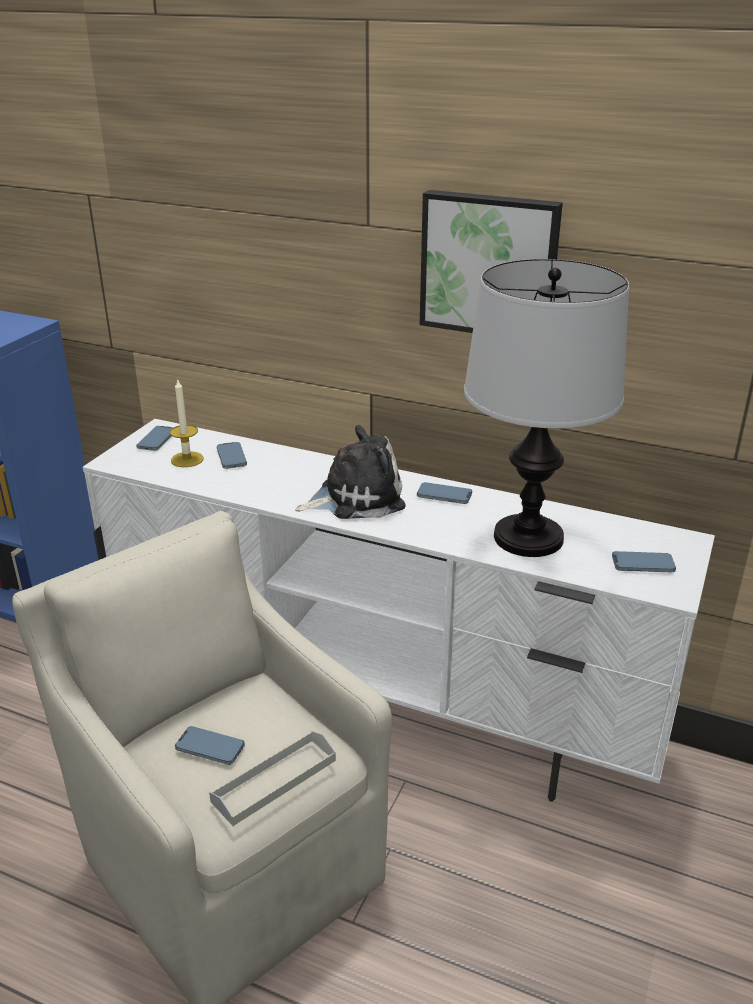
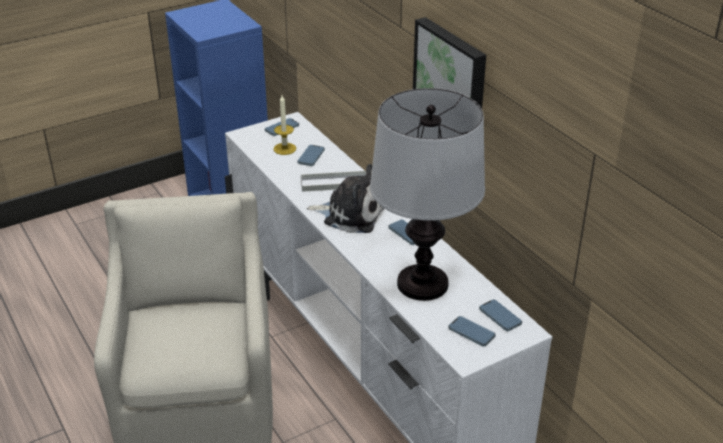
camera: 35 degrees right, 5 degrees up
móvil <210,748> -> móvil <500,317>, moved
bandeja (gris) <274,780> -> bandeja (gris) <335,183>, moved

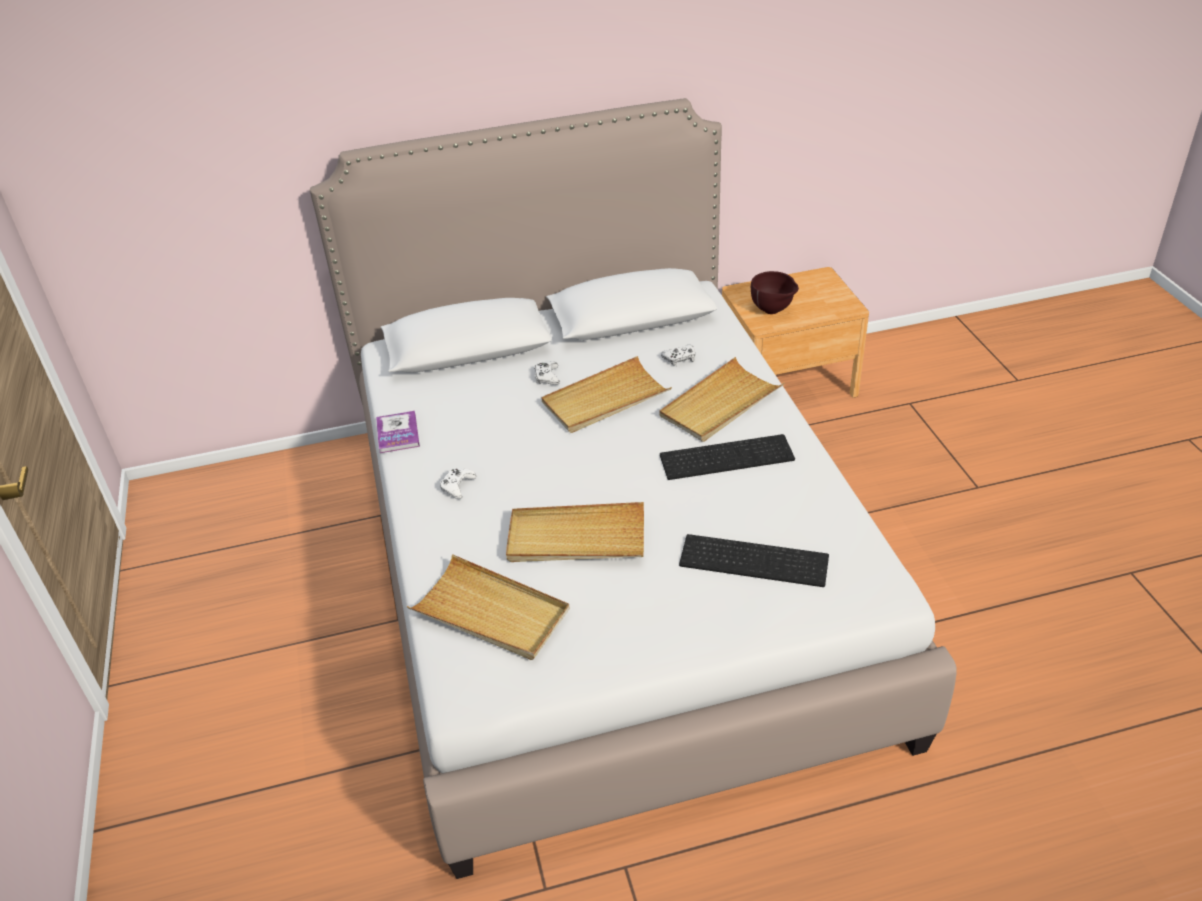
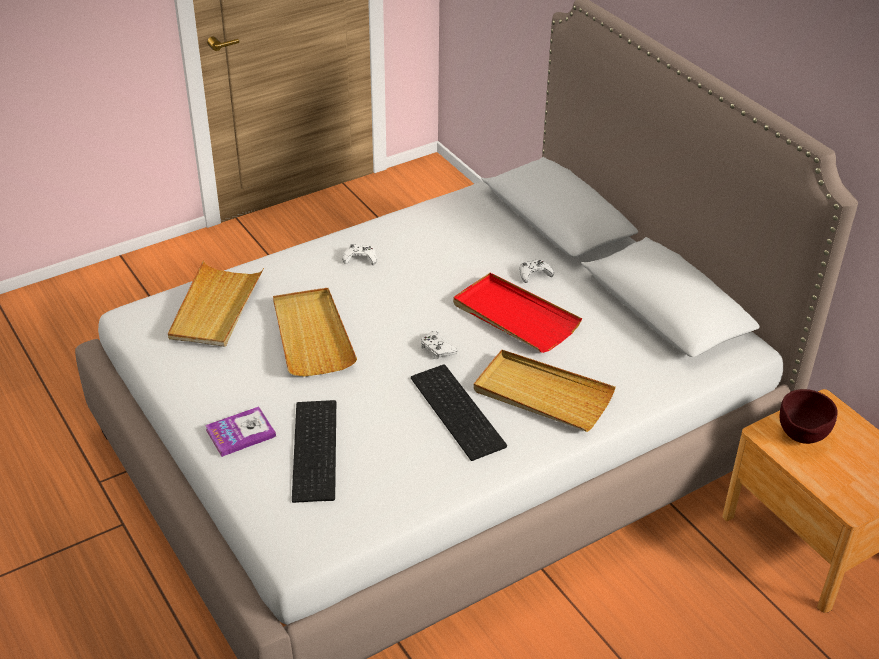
camera: 70 degrees right, 0 degrees up
mando de consola (blanco) <680,359> -> mando de consola (blanco) <437,349>, moved
bandeja (beis) <605,399> -> bandeja (rojo) <514,316>
libro <398,433> -> libro <240,433>, moved

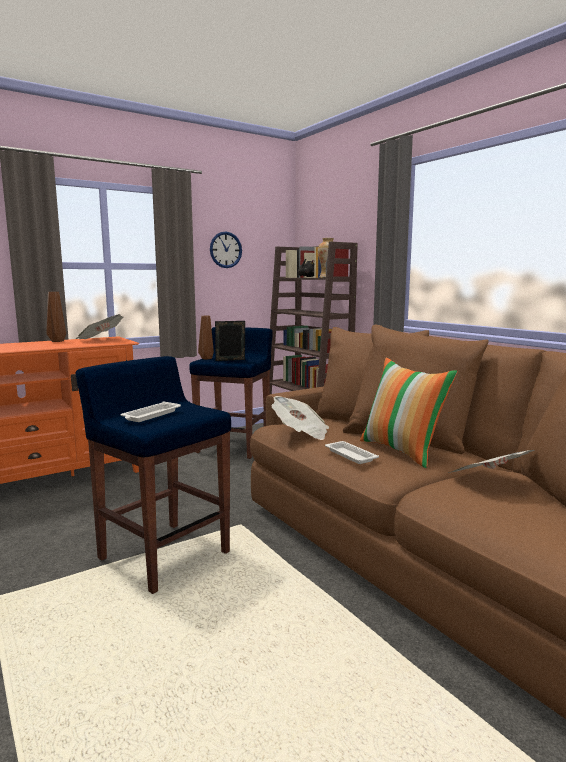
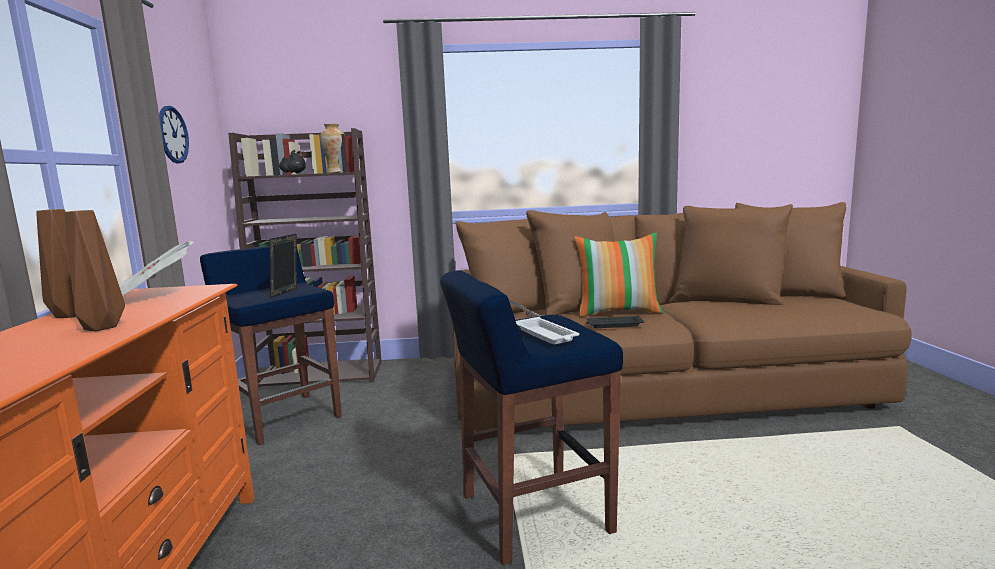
camera: 60 degrees left, 0 degrees up
florero (marrón) <206,358> -> florero (marrón) <99,328>, moved
bandeja (blanco) <350,455> -> bandeja (negro) <613,325>
periódico <487,481> -> none

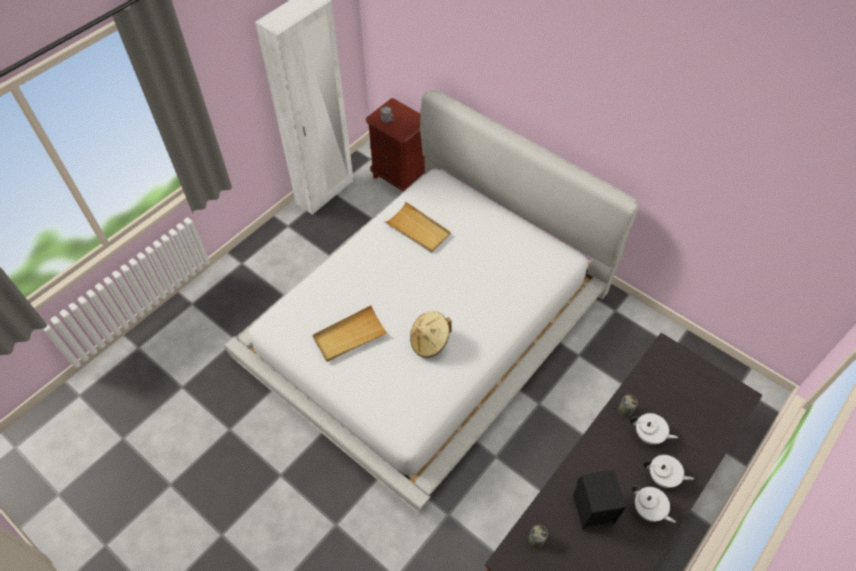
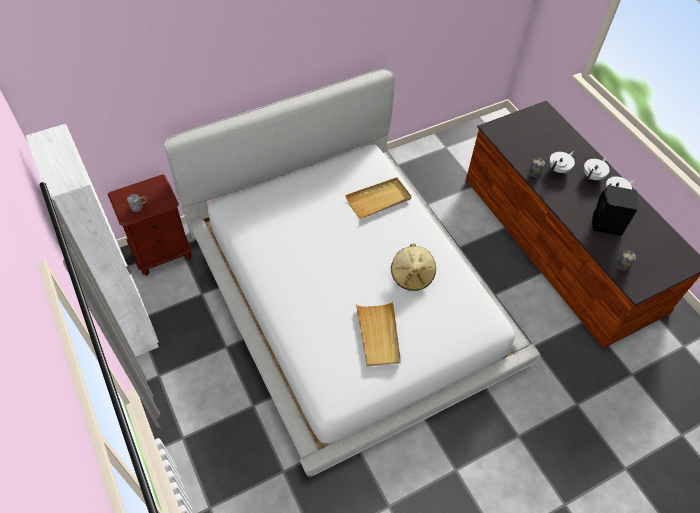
camera: 70 degrees left, 0 degrees up
bandeja (beis) <418,229> -> bandeja (beis) <378,199>, moved

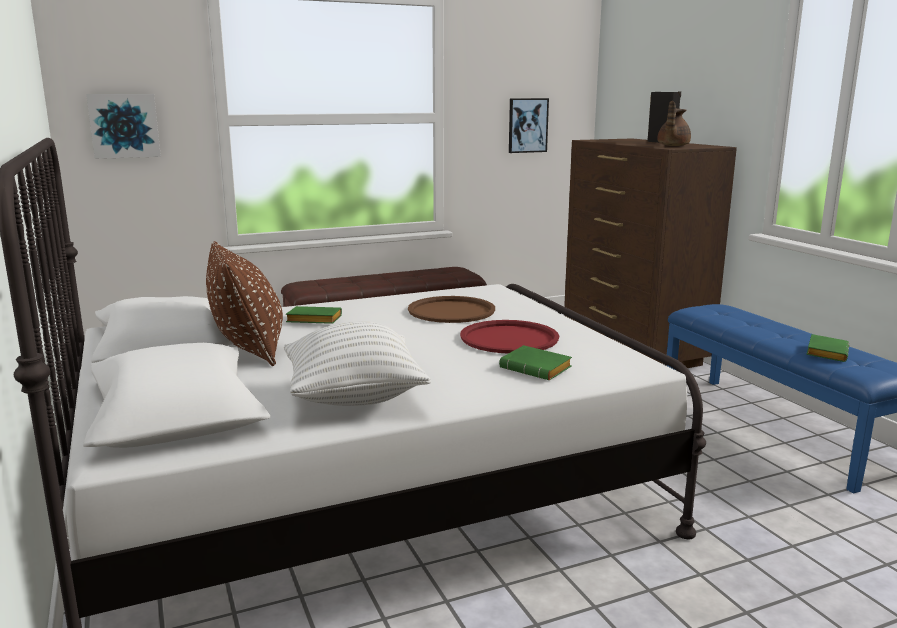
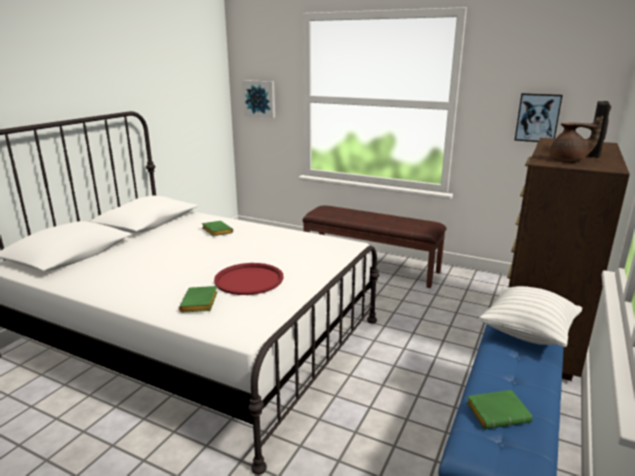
camera: 50 degrees right, 5 degrees up
tetera (marrón) <672,145> -> tetera (marrón) <568,160>, 150 degrees counterclockwise
cojín (marrón) <248,350> -> none
bandeja (marrón) <451,311> -> none
cojín (blanco) <354,398> -> cojín (blanco) <527,333>, moved

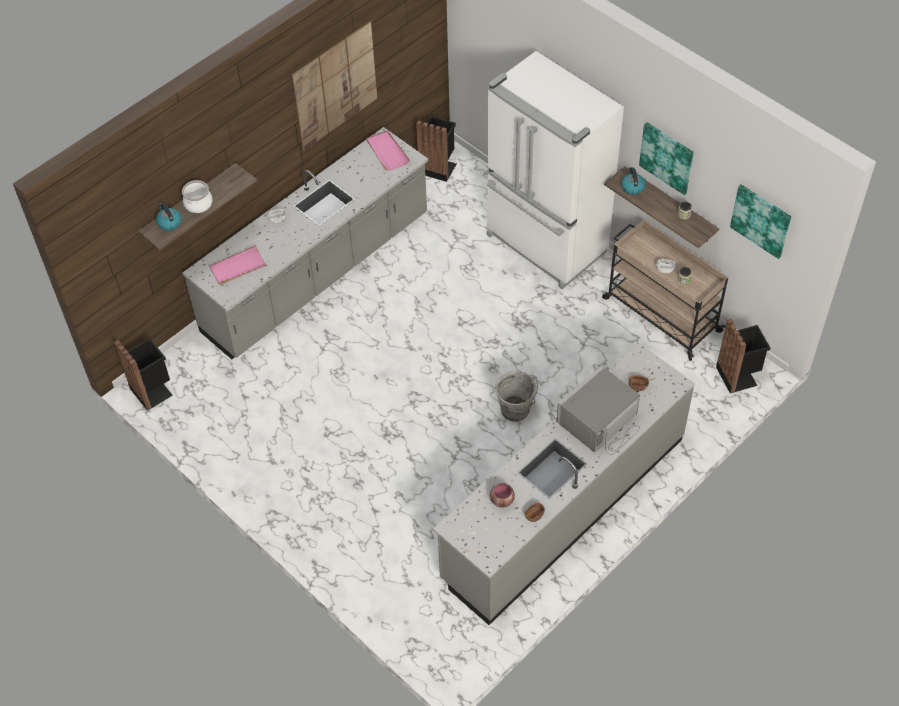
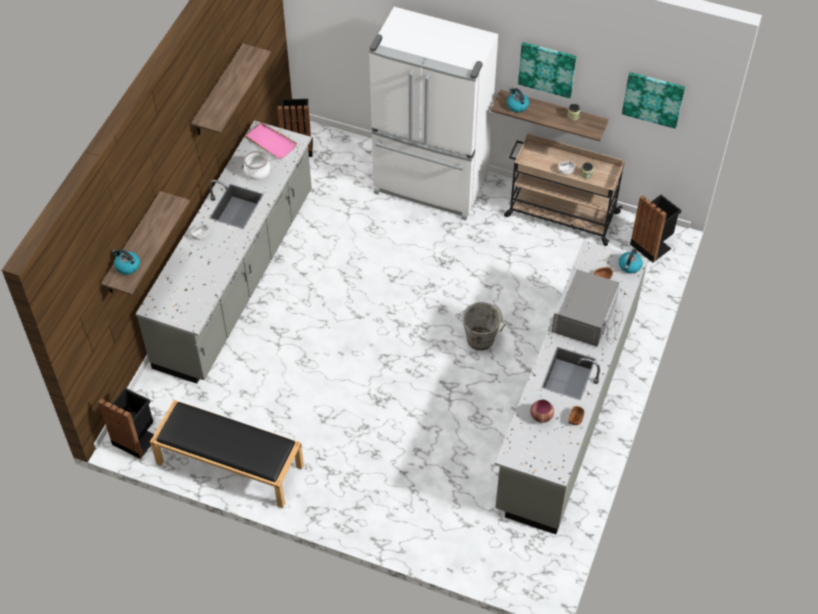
camera: 25 degrees left, 0 degrees up
cuadro <335,86> -> estante <218,92>
olla <198,204> -> olla <257,171>, moved
bandeja (rosa) <238,267> -> none
none -> hervidor <629,266>
none -> banco (negro) <229,464>

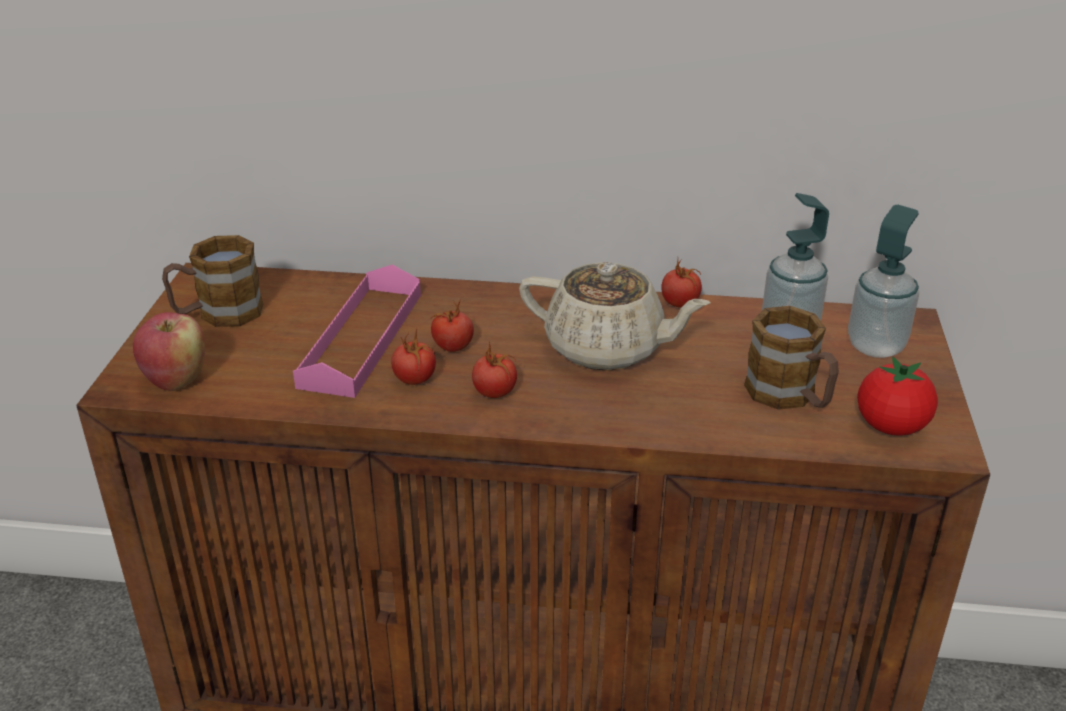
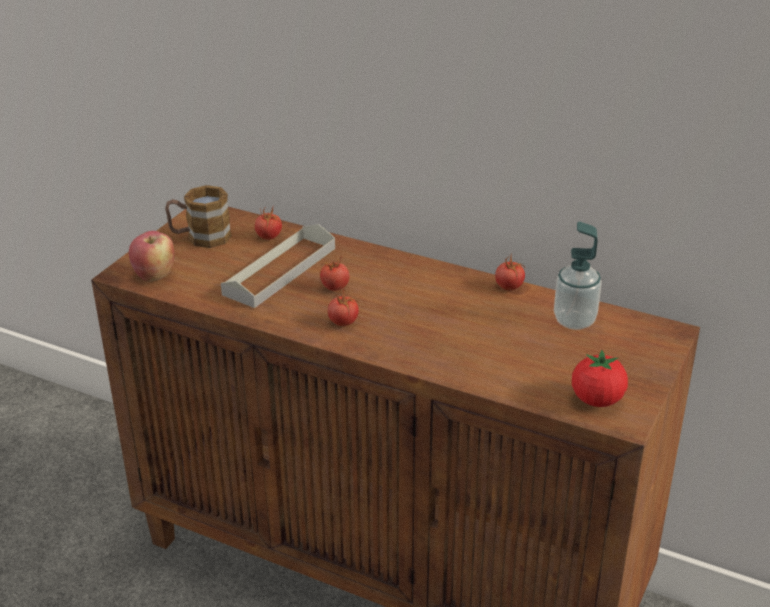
camera: 20 degrees right, 0 degrees up
dispensador de jabón <875,346> -> none
tetera (beis) <607,349> -> none
bandeja (rosa) <362,339> -> bandeja (gris) <280,271>
taza grande <790,397> -> none
tomate <415,380> -> tomate <269,237>, moved

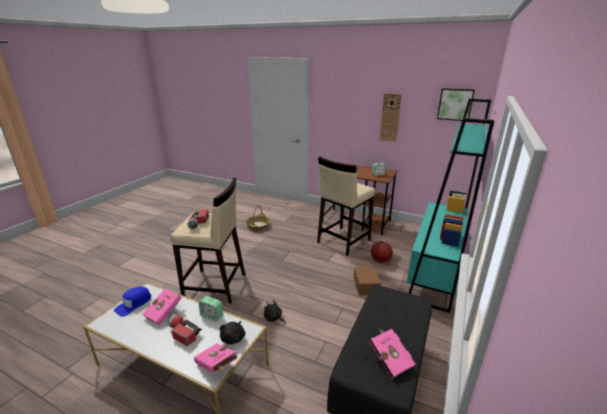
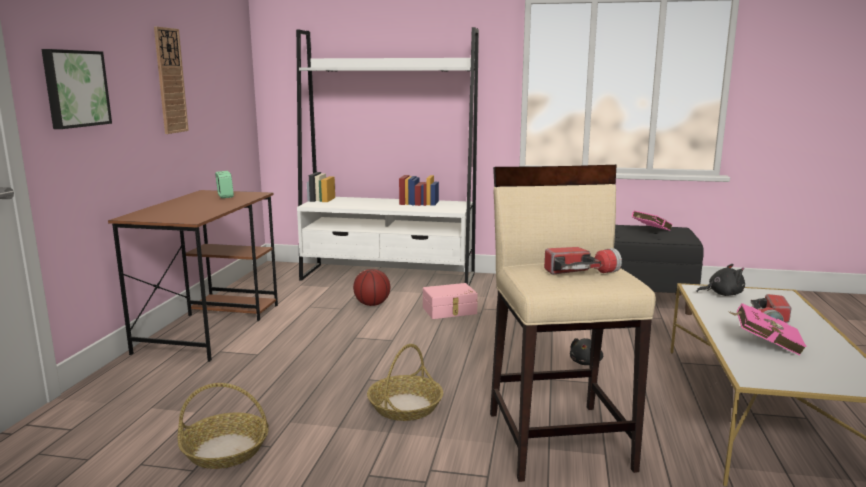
camera: 105 degrees left, 10 degrees down
cuadro <455,104> -> cuadro <75,88>, moved
estantería (turquesa) <434,272> -> estantería (blanco) <388,277>
taburete (beis) <343,241> -> none
caja de almacenaje (marrón) <365,285> -> caja de almacenaje (rosa) <450,311>
gorra (azul) <133,304> -> none
despertador <212,316> -> none
libro (rosa) <217,367> -> none
none -> cesta <405,406>

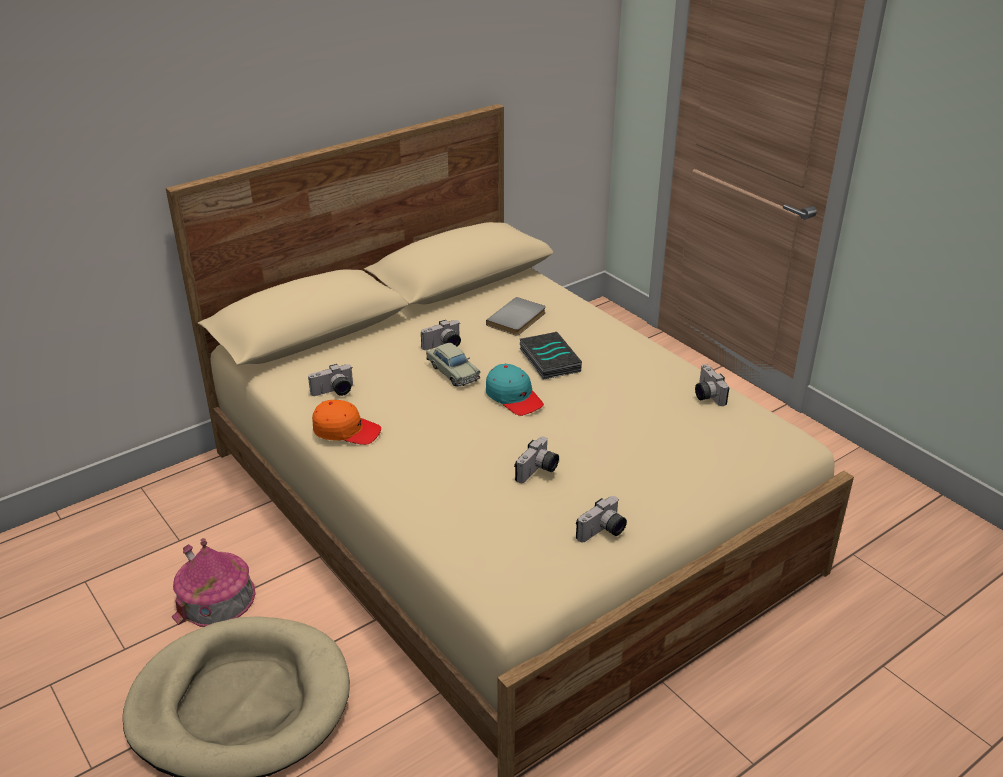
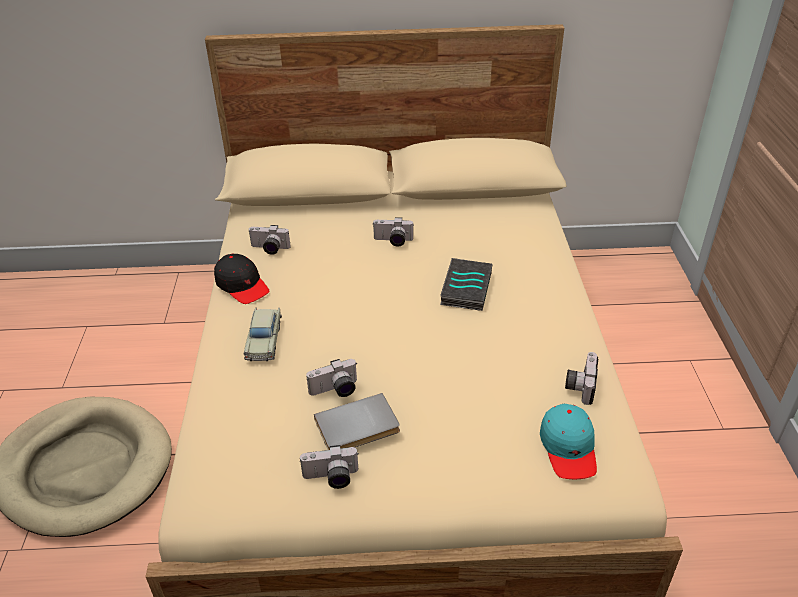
camera: 35 degrees right, 5 degrees up
libro (gris) <518,319> -> libro (gris) <358,427>, moved
coche de juguete (beis) <453,371> -> coche de juguete (beis) <264,340>, moved
gorra (turquesa) <514,397> -> gorra (turquesa) <568,448>, moved
gorra (naranja) <346,430> -> gorra (negro) <242,285>
casita <215,597> -> none

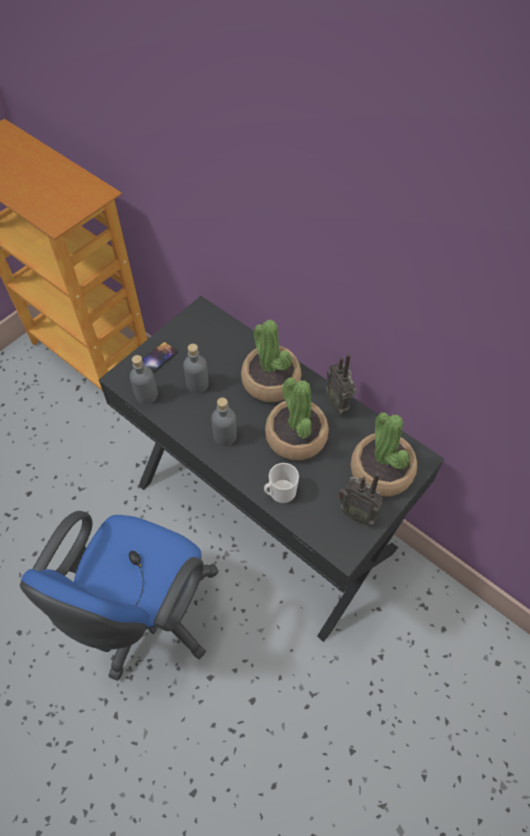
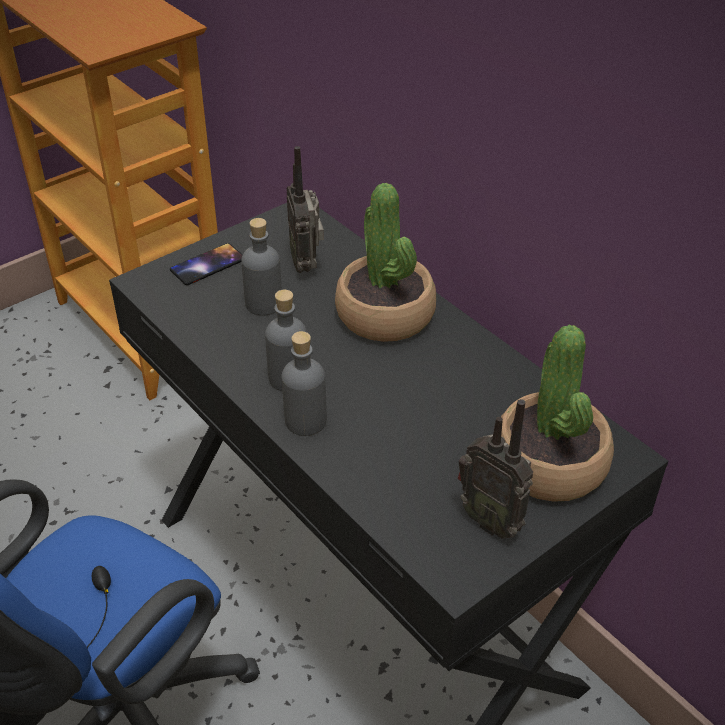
camera: 10 degrees right, 15 degrees down
radio <338,403> -> radio <306,264>, moved
botella (gris) <146,395> -> botella (gris) <305,421>, moved
planta en maceta <295,436> -> none
taza grande <280,493> -> none

